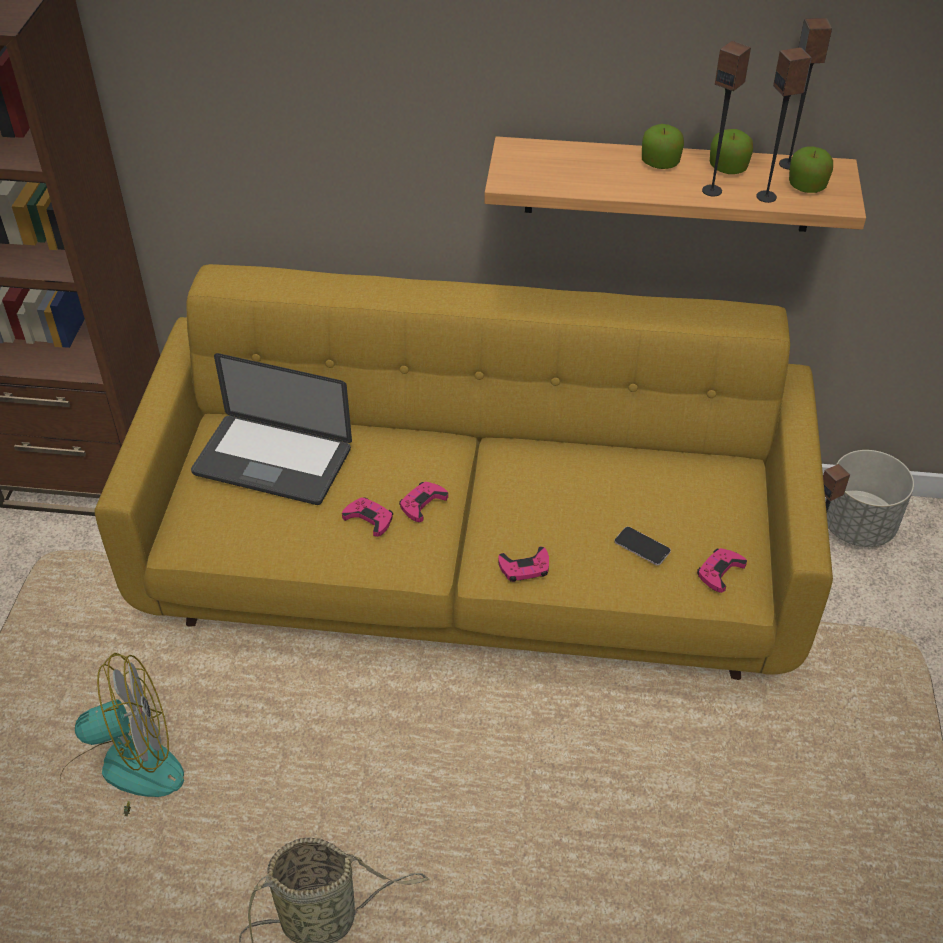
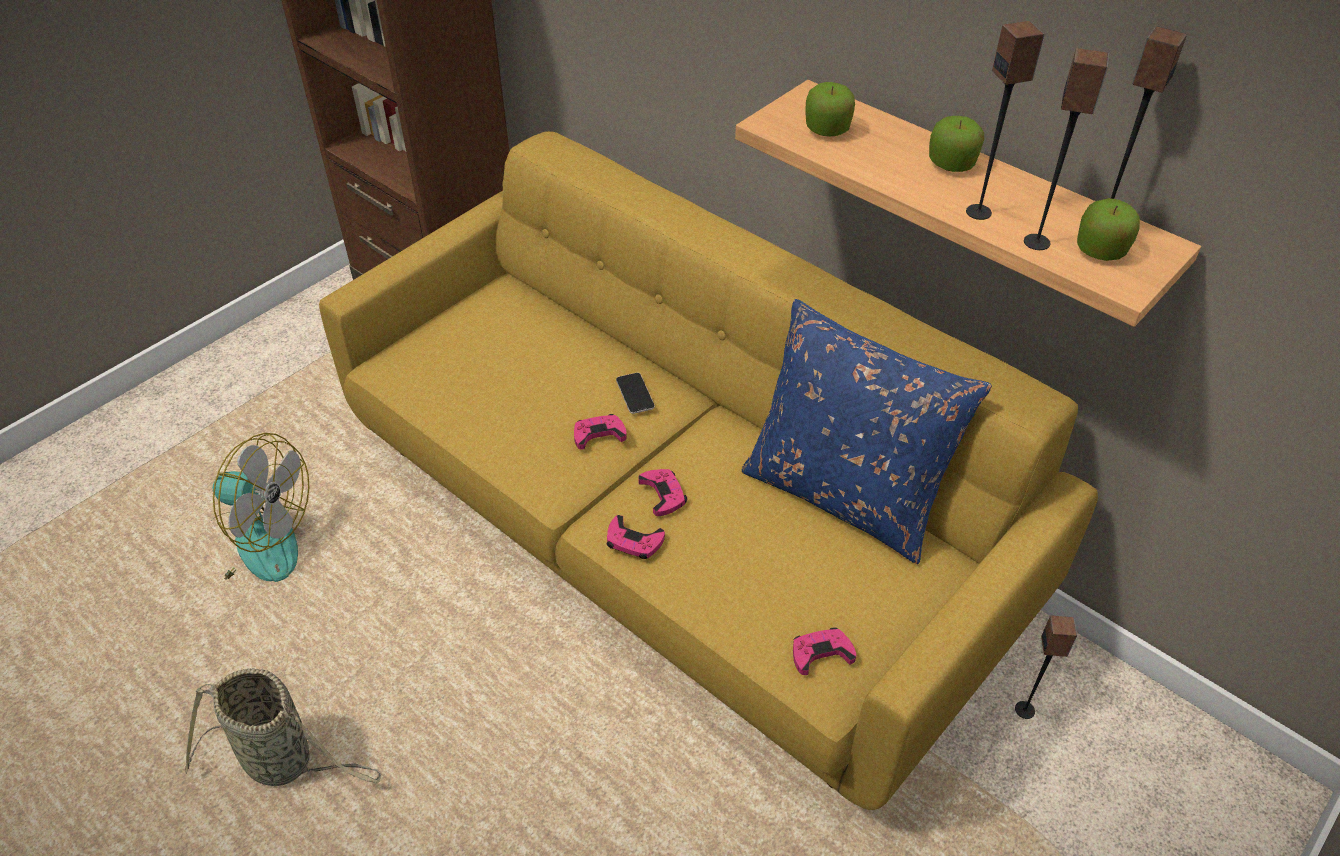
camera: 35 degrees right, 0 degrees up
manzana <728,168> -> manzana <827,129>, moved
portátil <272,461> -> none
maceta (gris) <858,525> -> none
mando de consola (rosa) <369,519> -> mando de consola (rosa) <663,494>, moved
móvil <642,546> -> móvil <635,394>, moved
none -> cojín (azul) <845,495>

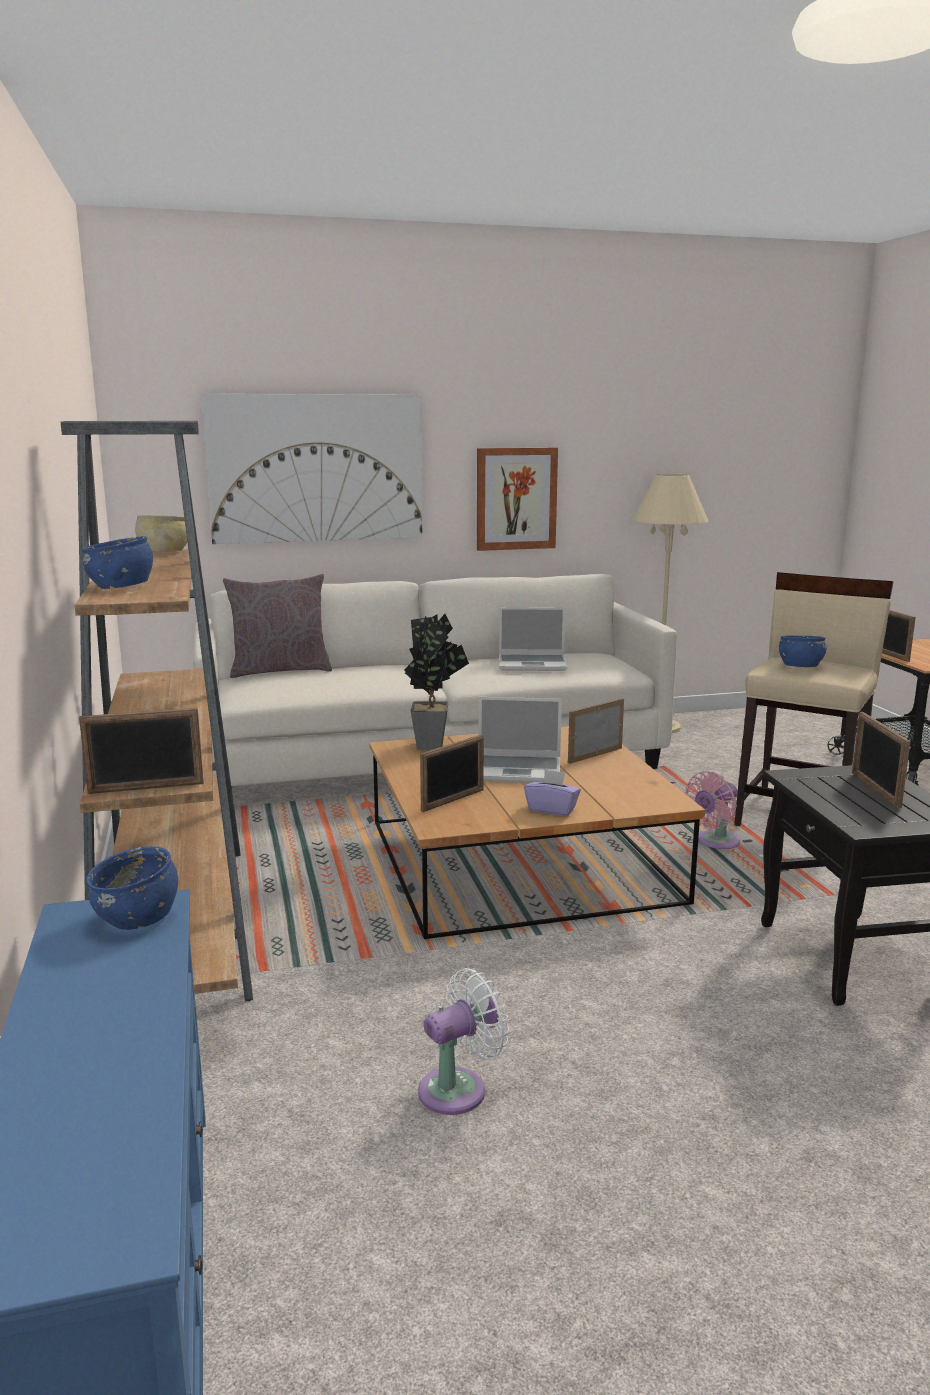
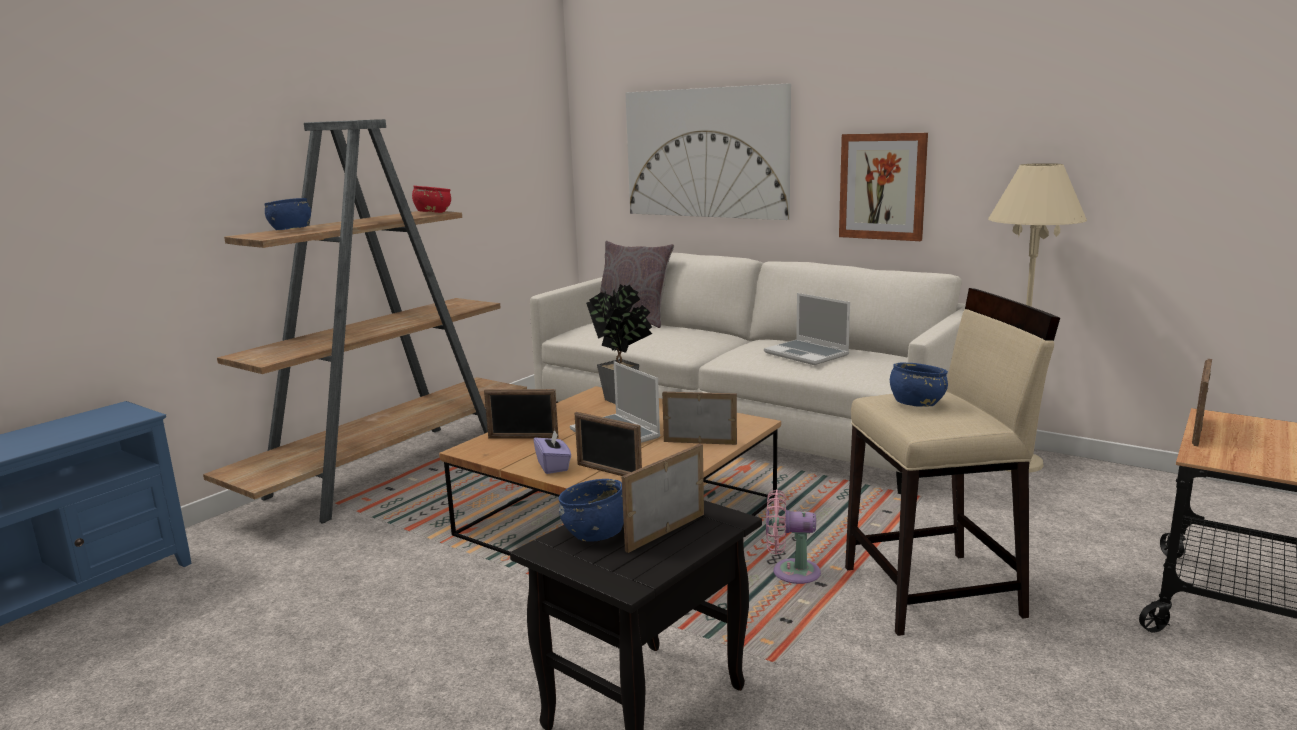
camera: 50 degrees right, 0 degrees up
cuenco (beis) <164,552> -> cuenco (rojo) <433,213>
portarretratos <146,788> -> portarretratos <608,472>, moved
cuenco (azul) <137,917> -> cuenco (azul) <595,533>, moved
ventilador (blanco) <459,1089> -> none

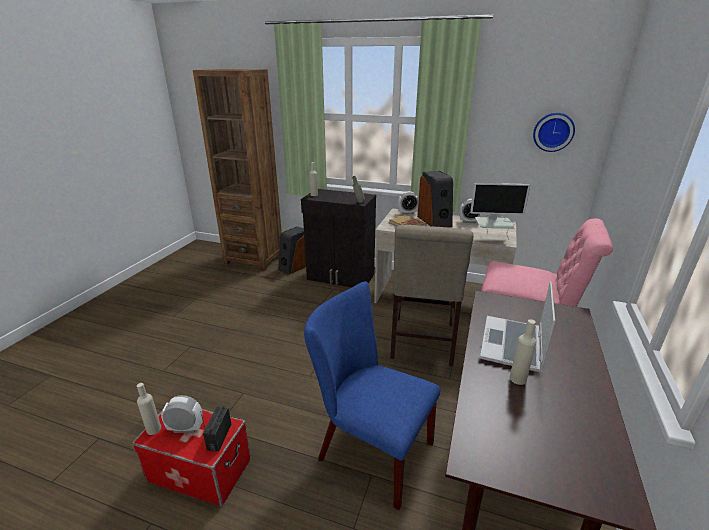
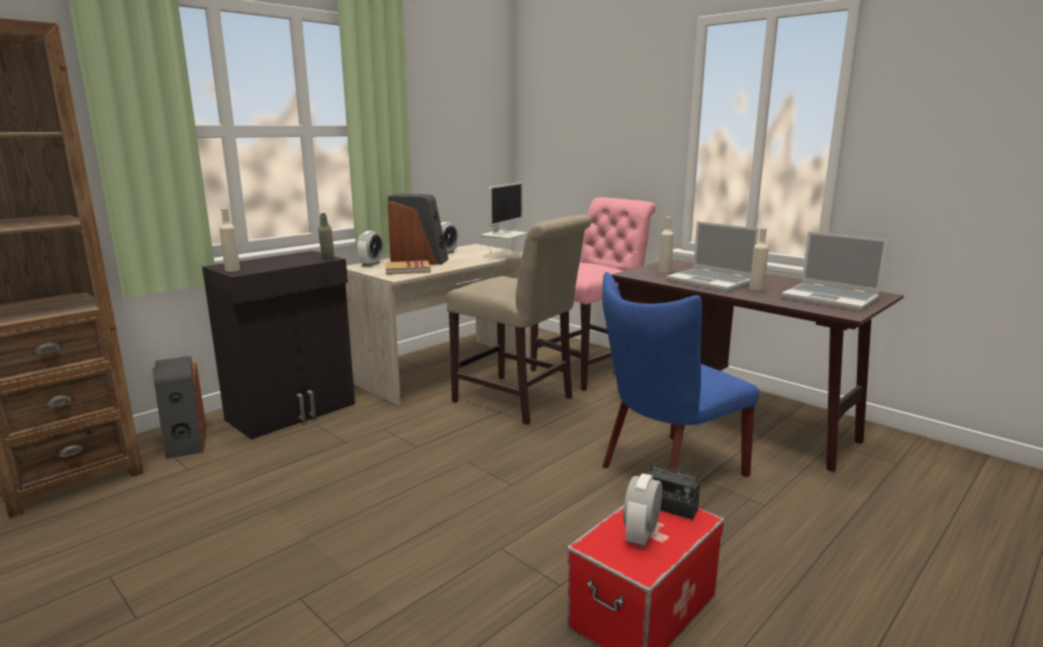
camera: 65 degrees left, 10 degrees down
reloj de pared <553,132> -> none
botella (beis) <154,429> -> botella (beis) <664,271>, moved
none -> portátil <831,299>

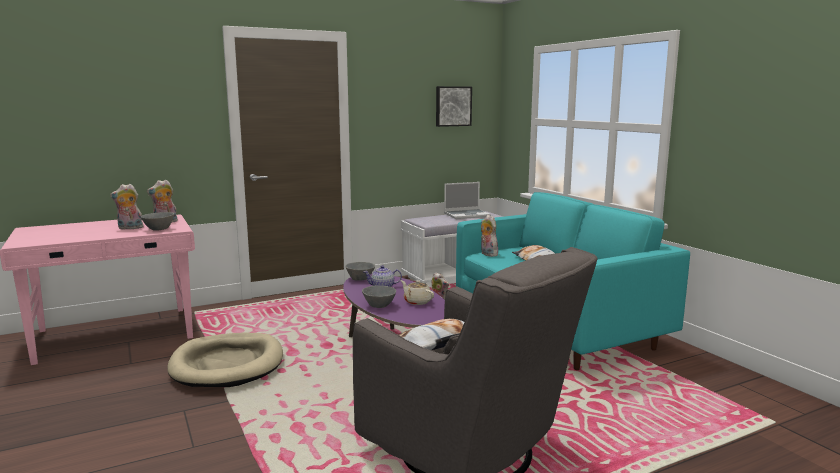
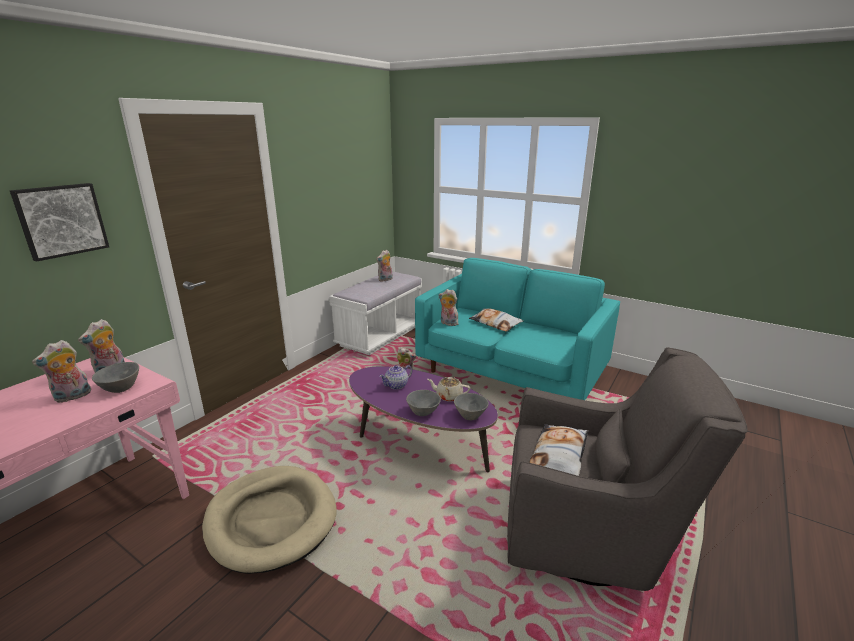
camera: 30 degrees left, 10 degrees up
cuadro <453,106> -> cuadro <61,220>, moved
portátil <467,215> -> peluche <385,280>
cuenco (gris) <361,279> -> cuenco (gris) <471,415>, moved

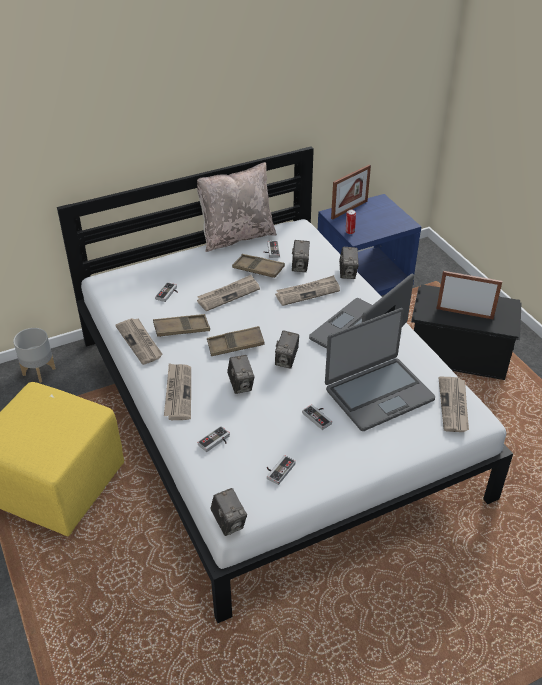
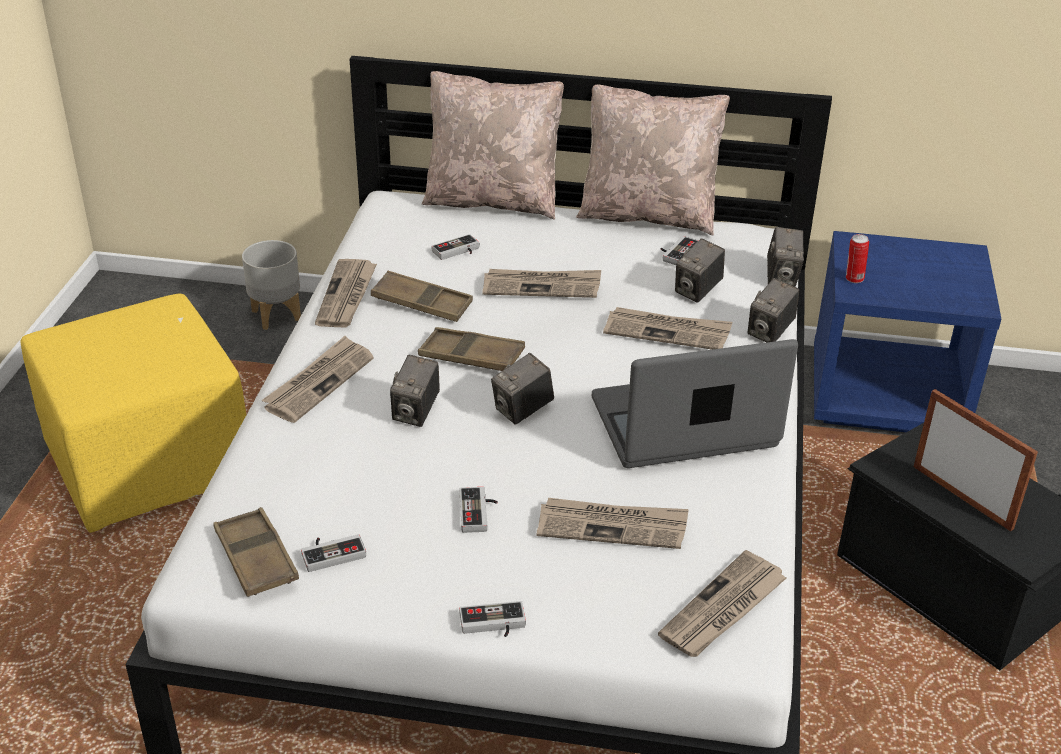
camera: 35 degrees right, 5 degrees down
portarretratos <349,209> -> none
bandeja (marrón) <258,269> -> bandeja (marrón) <256,558>, moved
portátil <378,394> -> periódico <612,526>
mando de consola <216,442> -> mando de consola <493,625>, moved
cámara <229,522> -> cámara <782,278>, moved
none -> cojín (beis) <493,200>

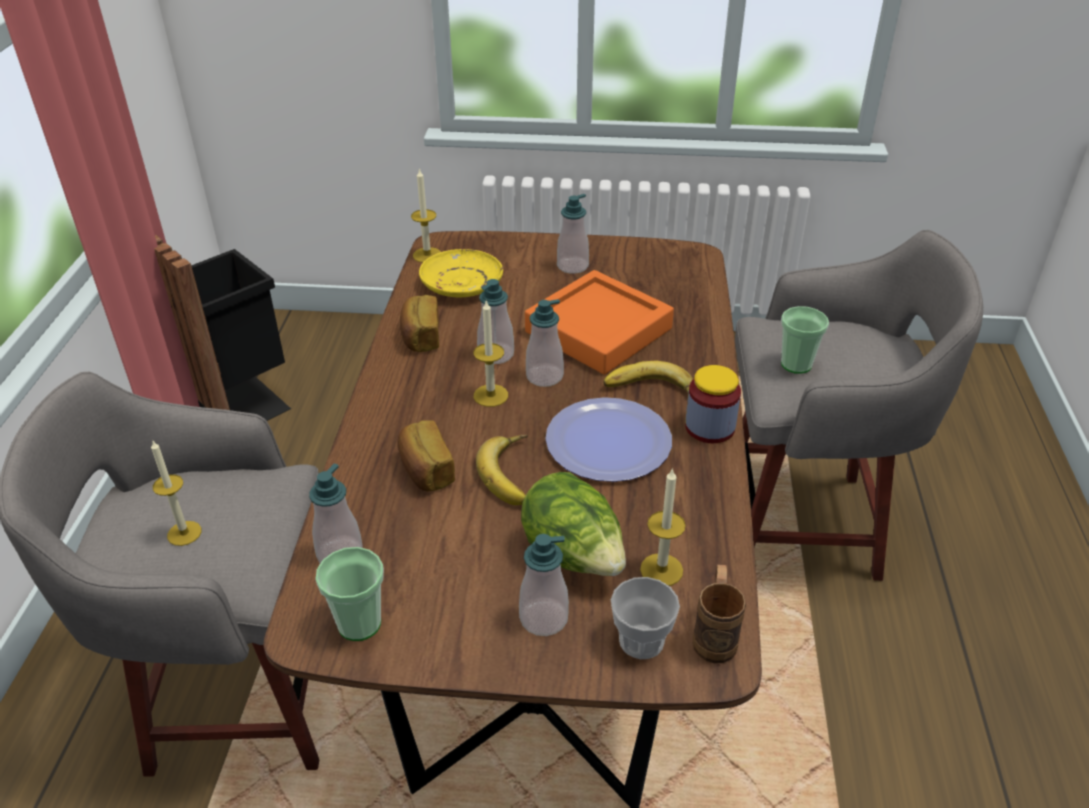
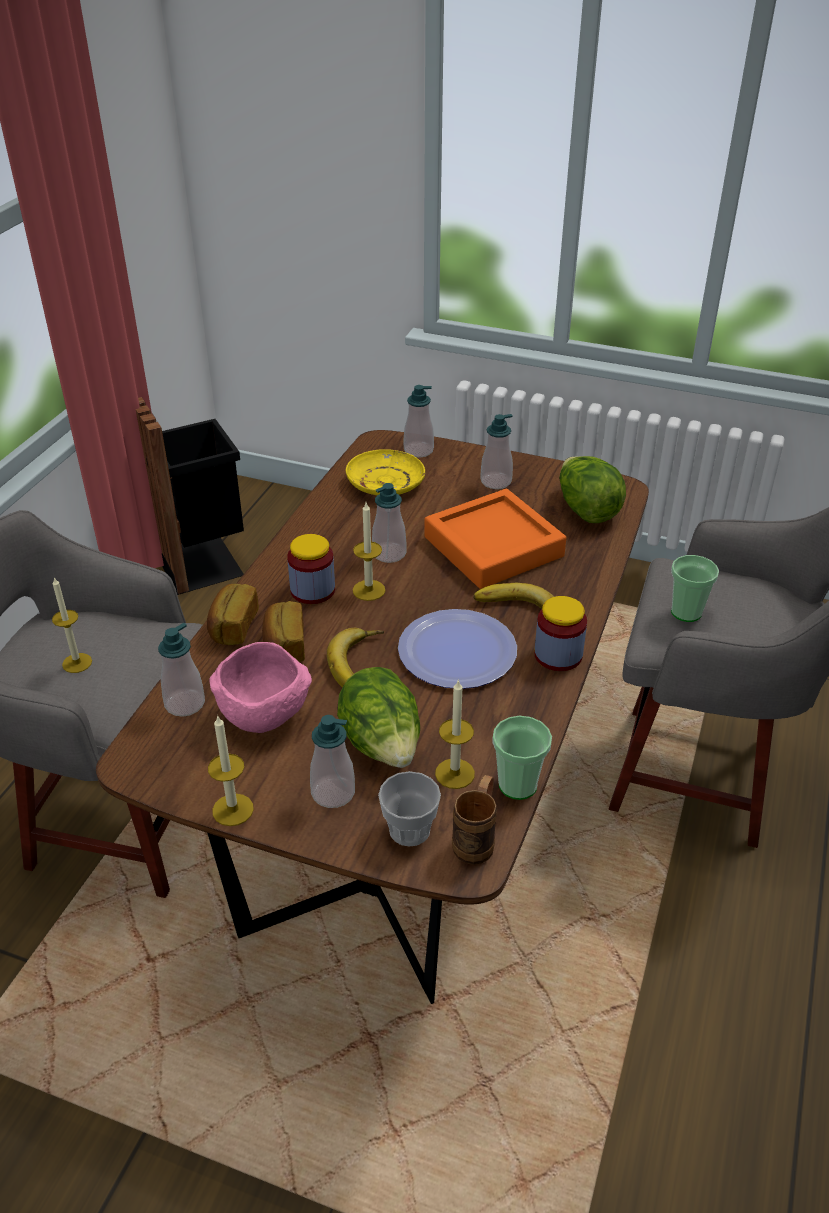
camera: 15 degrees right, 0 degrees up
vela <427,255> -> vela <233,810>, moved
pan <420,337> -> pan <232,626>, moved
dispensador de jabón <544,376> -> dispensador de jabón <418,450>, moved
taza <359,623> -> taza <517,785>, moved
none -> lechuga <586,510>
none -> tarro <312,590>
none -> cuenco (rosa) <266,715>

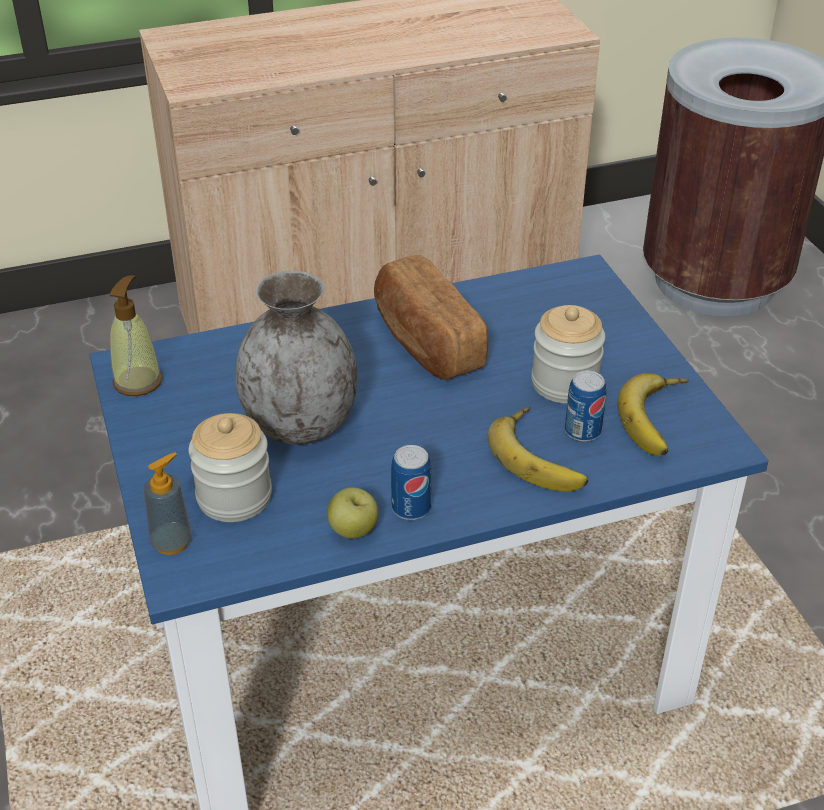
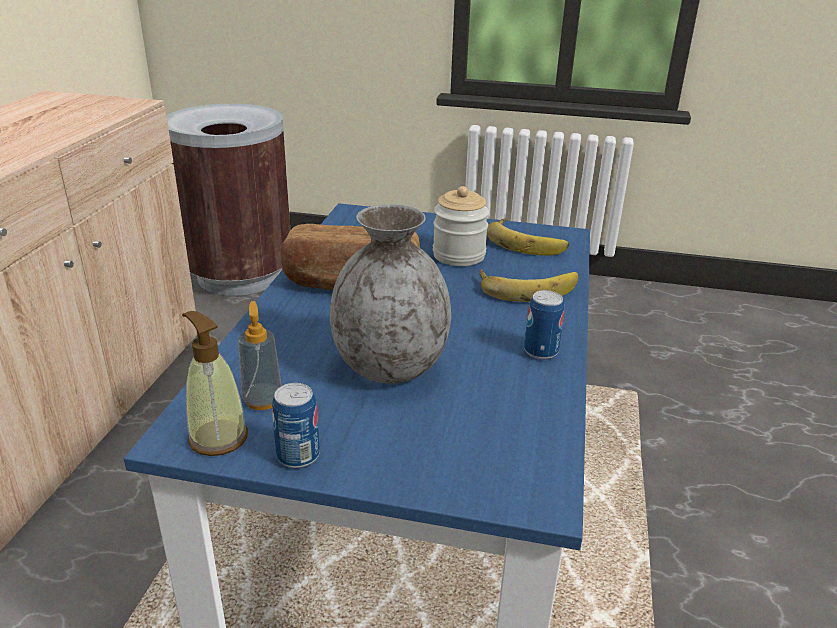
camera: 60 degrees left, 10 degrees down
lata <582,431> -> lata <298,455>, moved
tarro <234,497> -> none
dispensador de jabón <172,542> -> dispensador de jabón <262,400>, moved
manzana <353,531> -> none

